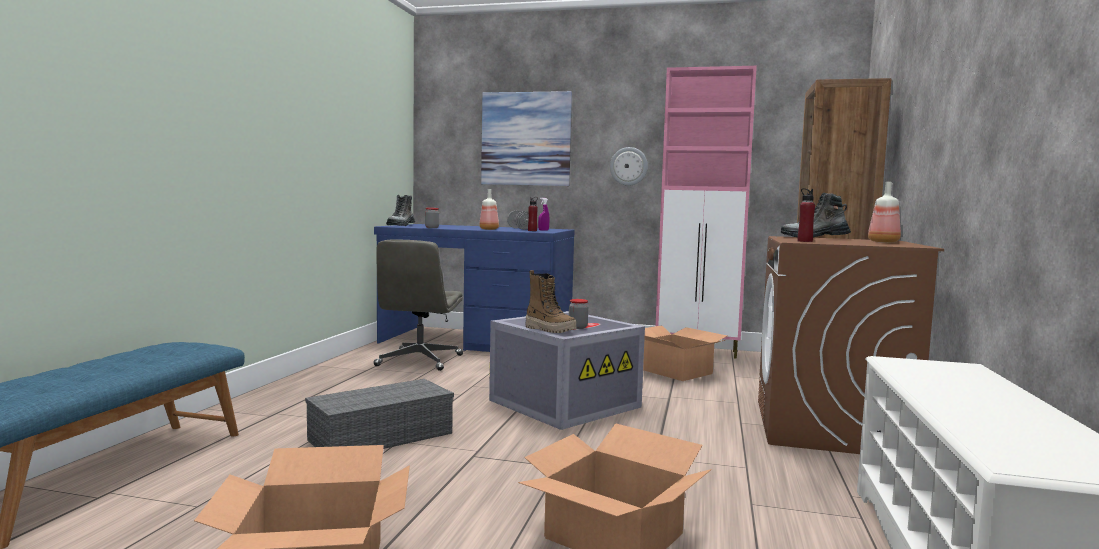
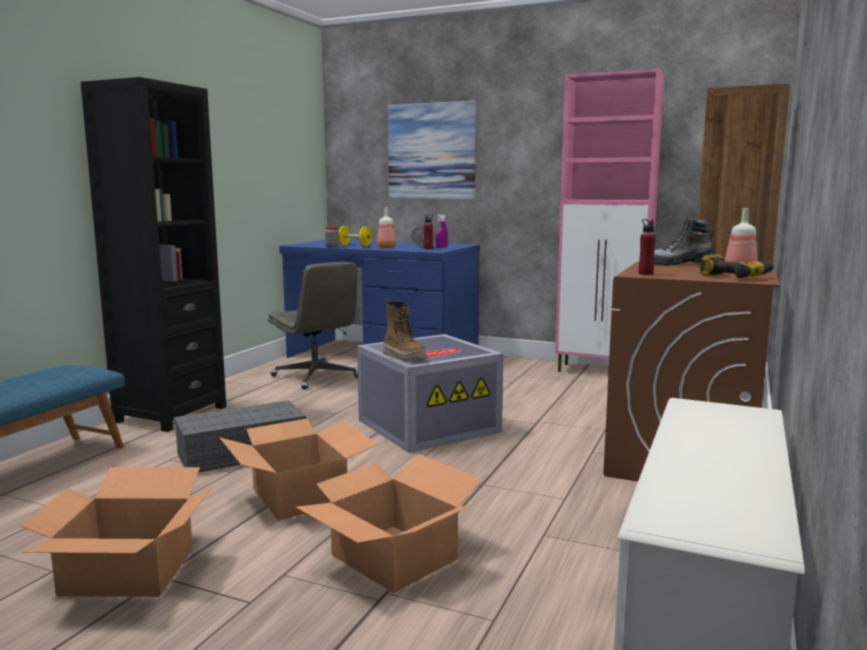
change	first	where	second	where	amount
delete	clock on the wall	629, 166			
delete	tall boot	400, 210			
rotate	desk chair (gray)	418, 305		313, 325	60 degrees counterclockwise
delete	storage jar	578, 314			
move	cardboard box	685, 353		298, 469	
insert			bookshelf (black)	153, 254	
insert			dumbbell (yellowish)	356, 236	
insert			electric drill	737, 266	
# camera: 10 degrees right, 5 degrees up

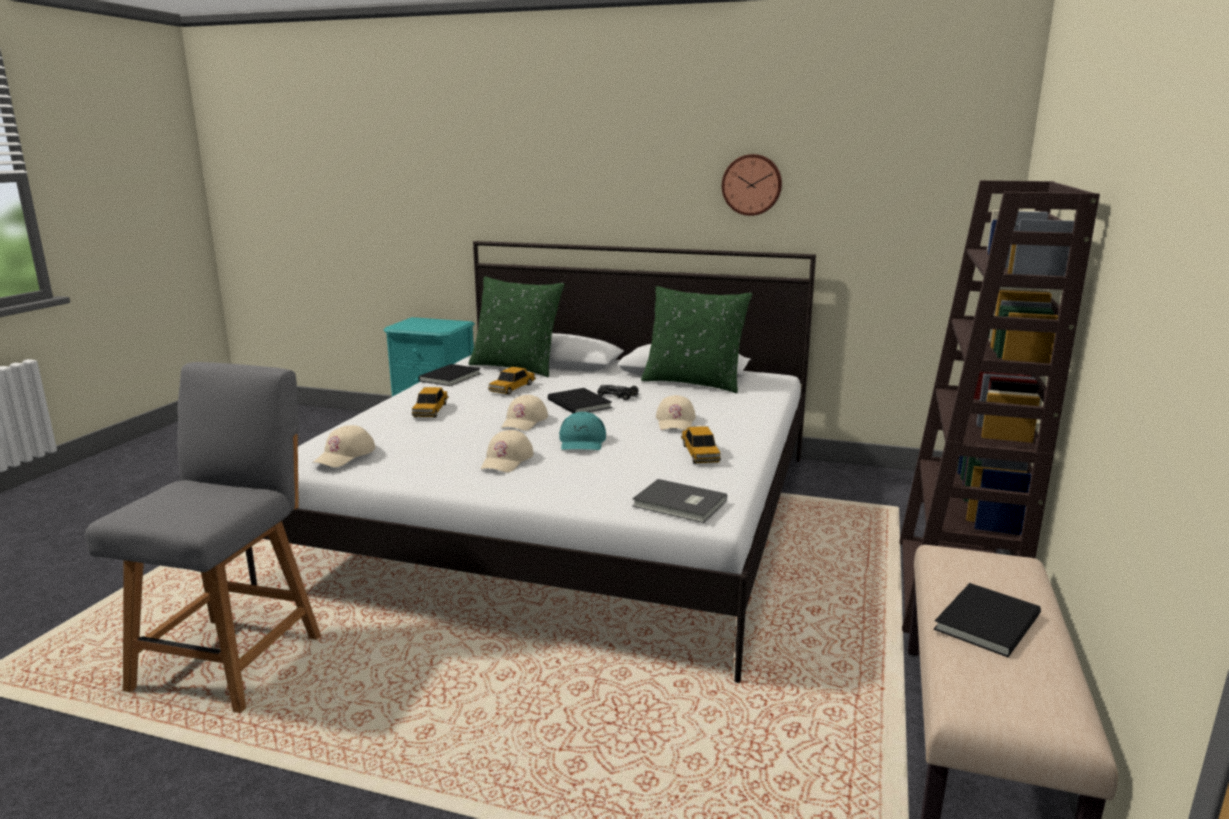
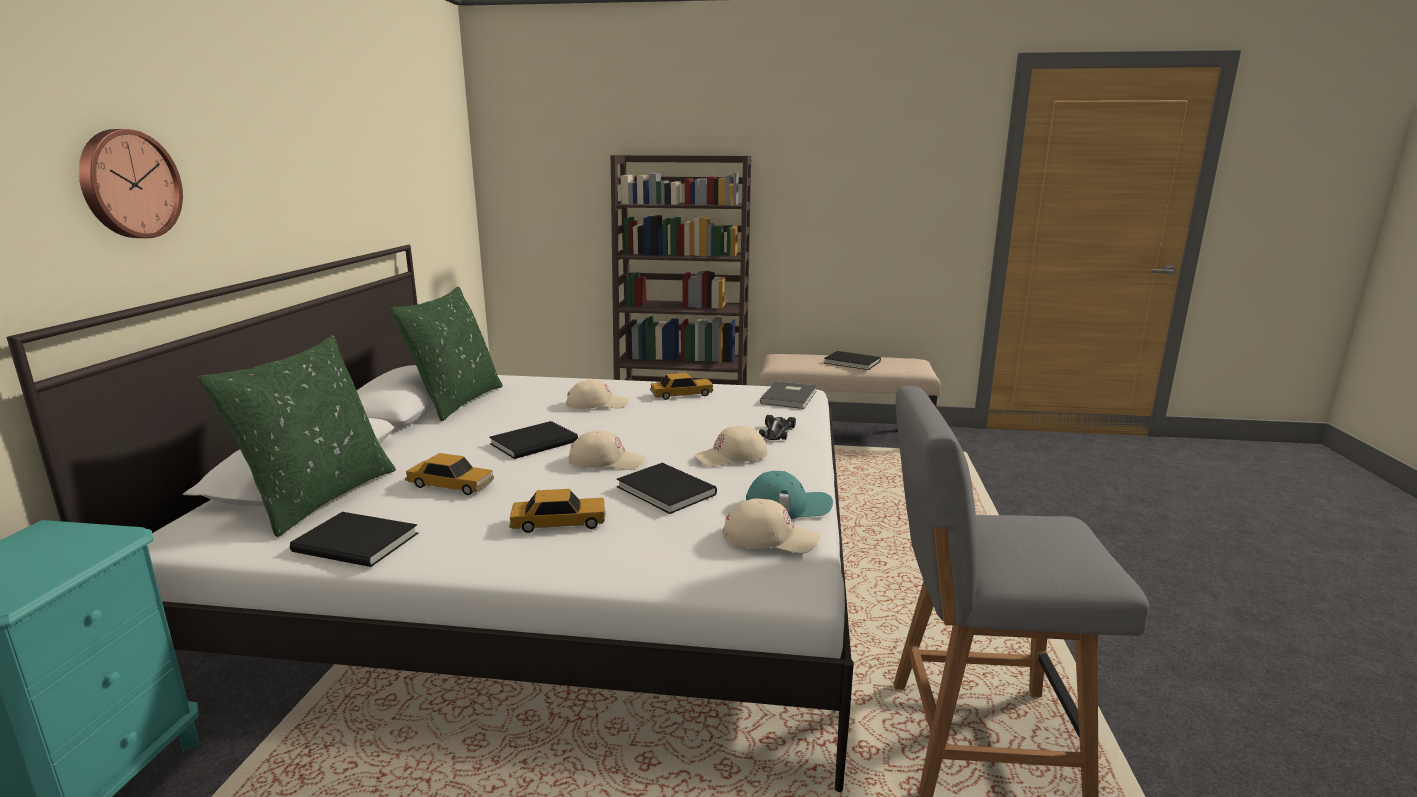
change	first	where	second	where	amount
move	clock on the wall	752, 185		131, 183	
move	miniature car	618, 392		777, 427	
move	cap (turquoise-coloured)	582, 431		789, 495	
rotate	cap (sand-coloured)	507, 451		731, 446	150 degrees clockwise
insert			bound book (black)	667, 488	
# camera: 100 degrees left, 0 degrees up

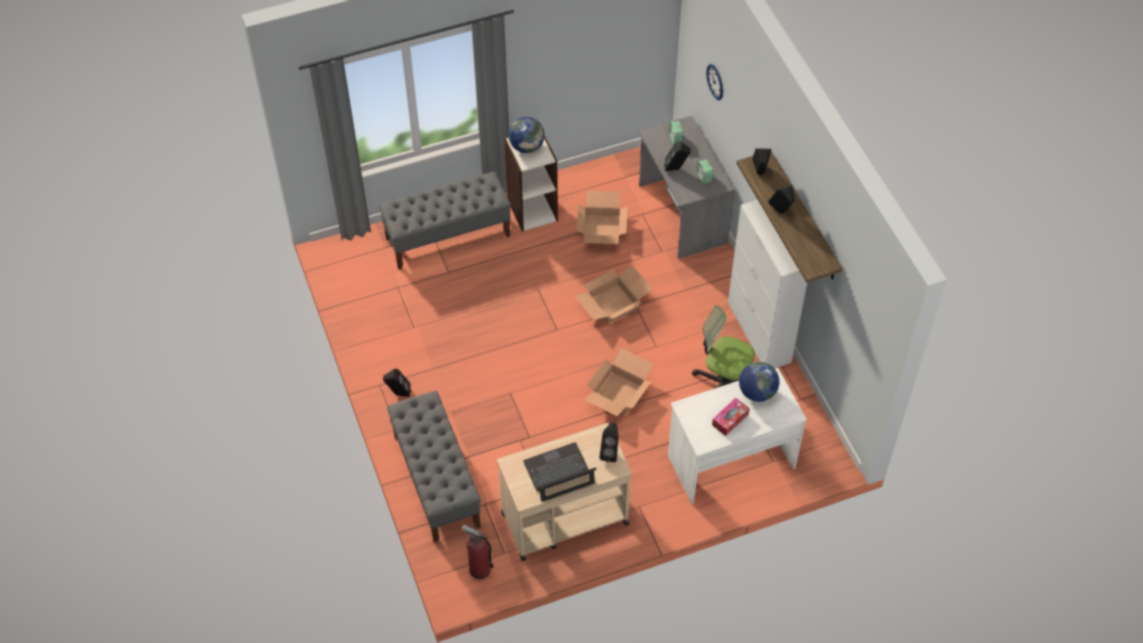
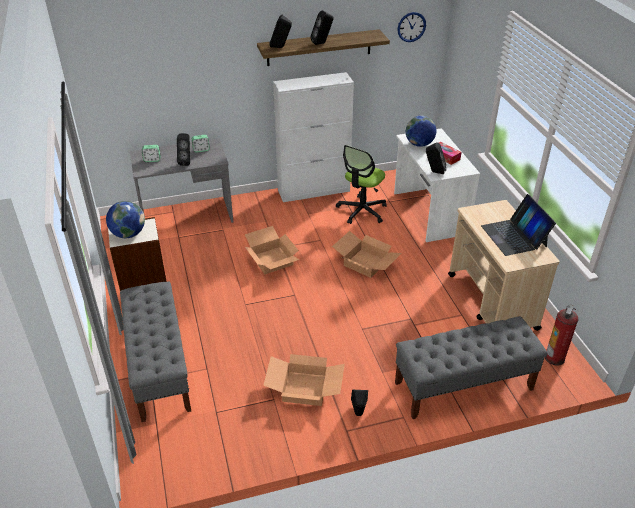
change	first	where	second	where	amount
move	clock on the wall	715, 82		411, 27	
move	cardboard box	602, 217		304, 380	
move	loudspeaker (black)	609, 442		436, 158	
# camera: 85 degrees left, 15 degrees down

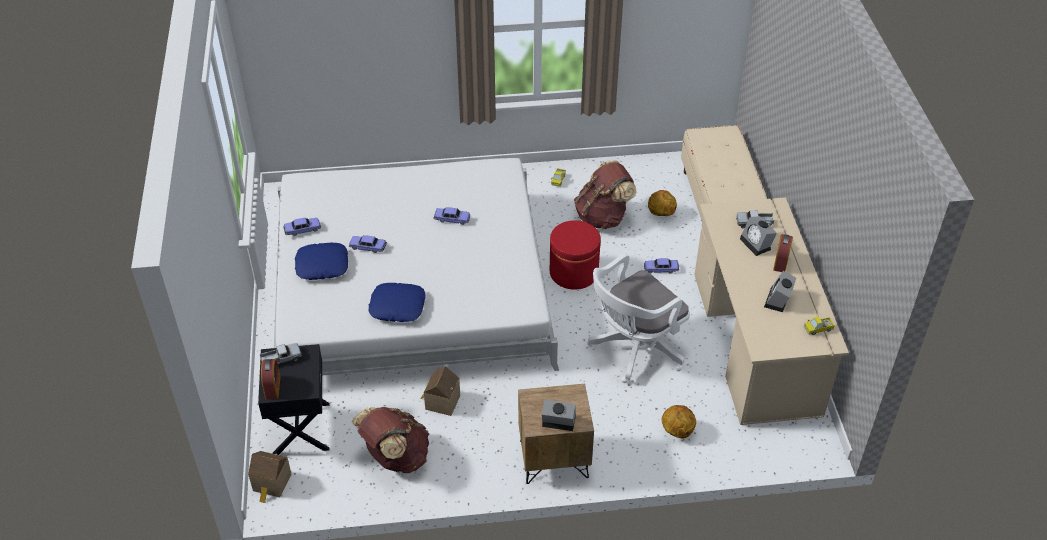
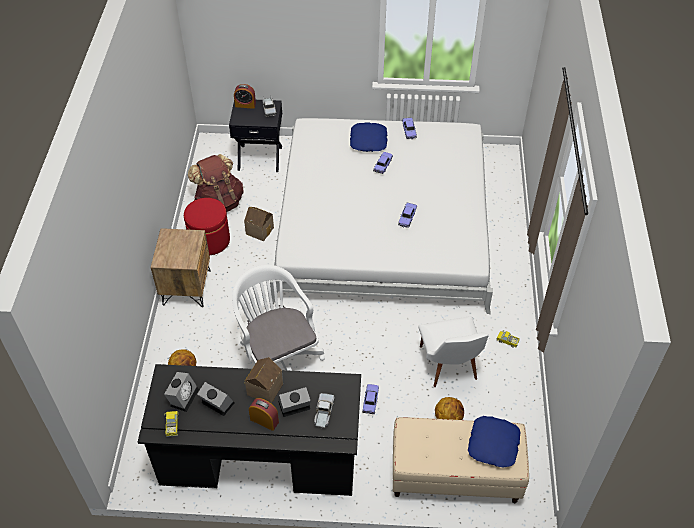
change	first	where	second	where	amount
replace	rucksack (brownish)	605, 194	upright chair (whitish)	453, 351	
recolor	desk table (sand-coloured)	772, 311	desk table (black)	249, 430	
move	ottoman (red)	575, 255		207, 226	
move	cushion (bluish)	397, 302		494, 441	
move	table clock	559, 415		181, 392	
move	miniature house	269, 477		263, 380	
# camera: 100 degrees right, 5 degrees up

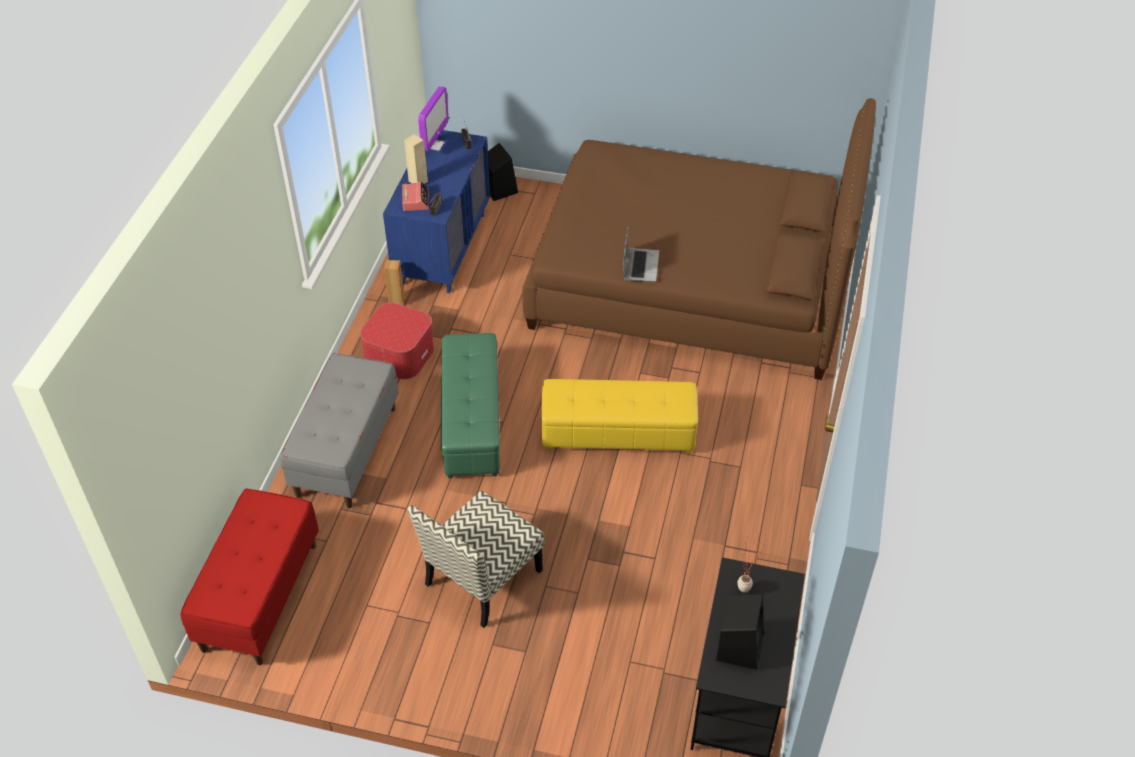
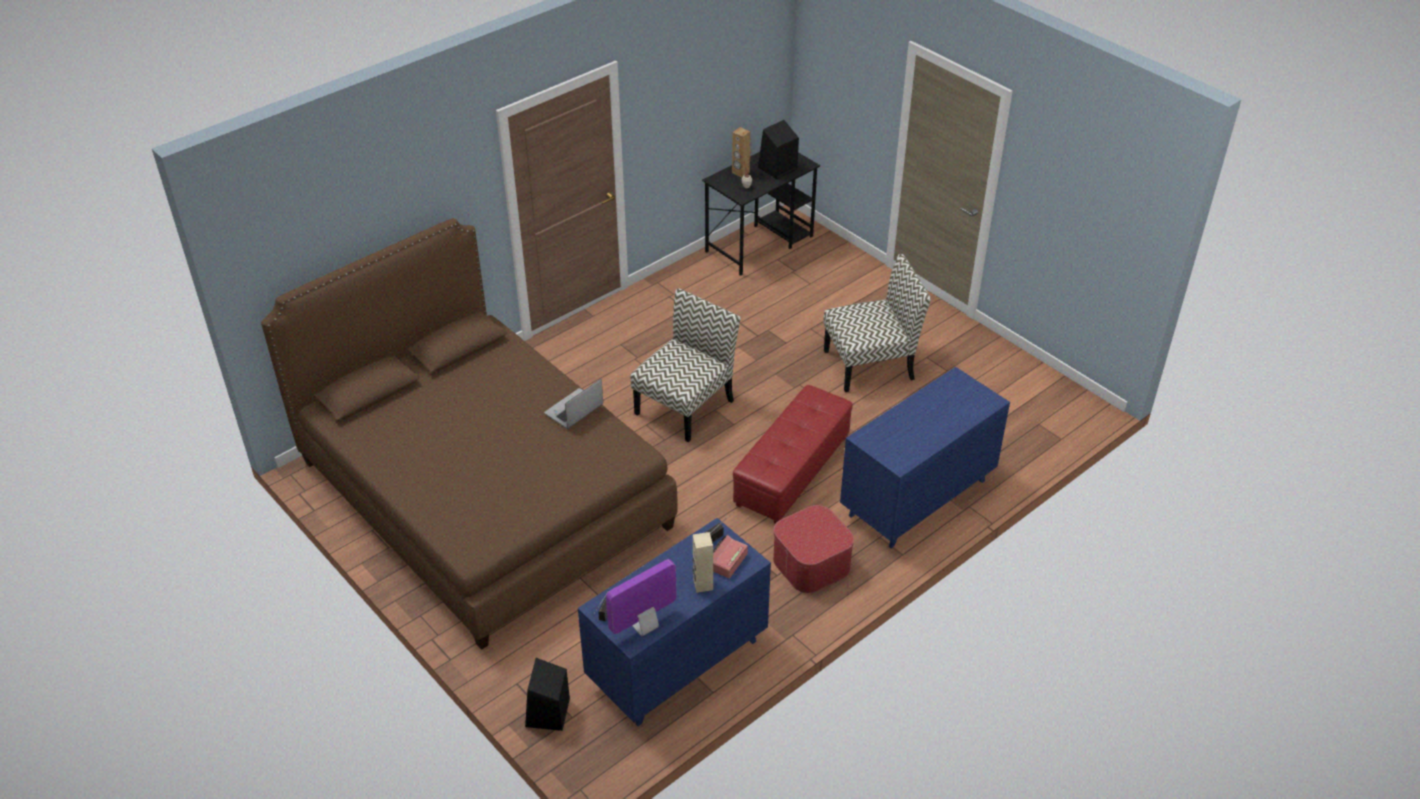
change	first	where	second	where	amount
move	loudspeaker (brownish)	394, 282		741, 152	
recolor	ottoman (green)	470, 405	ottoman (red)	793, 454	
replace	long seat (gray)	339, 430	drawer chest (bluish)	925, 457	
replace	ottoman (yellowish)	619, 416	upright chair	685, 365	
delete	long seat (red)	249, 577			
# camera: 145 degrees left, 5 degrees down

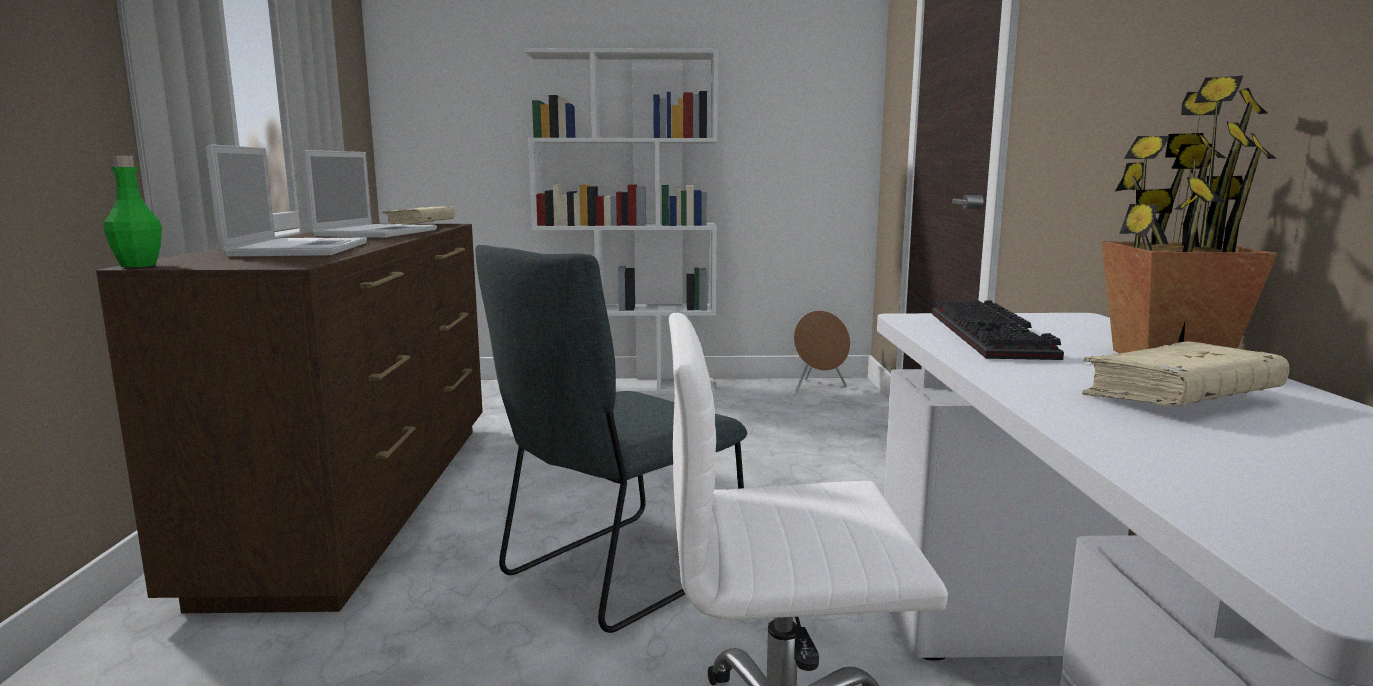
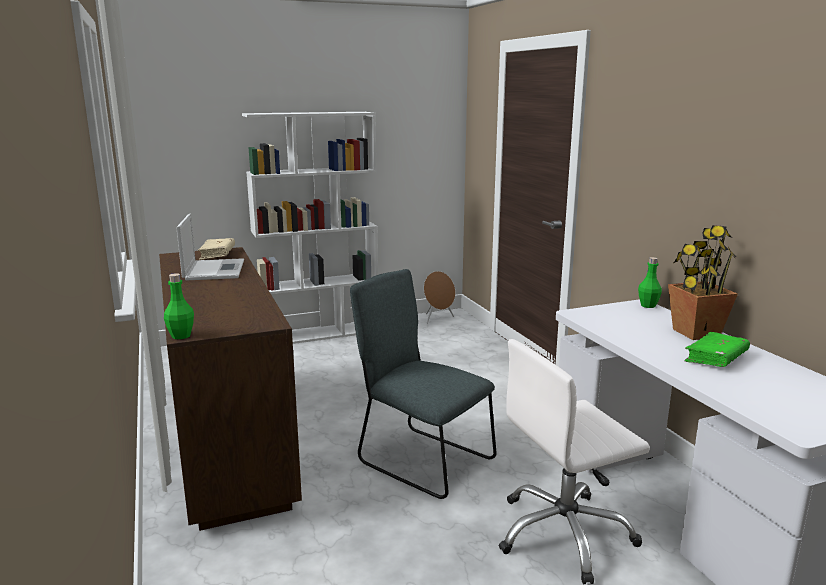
change	first	where	second	where	amount
delete	laptop	286, 200			
rotate	upright chair (gray)	611, 439		423, 384	105 degrees clockwise
delete	computer keyboard	998, 330			
recolor	bound book (sand-coloured)	1186, 373	bound book (green)	717, 349	
insert			beverage bottle (green)	650, 282	
# camera: 20 degrees left, 5 degrees up

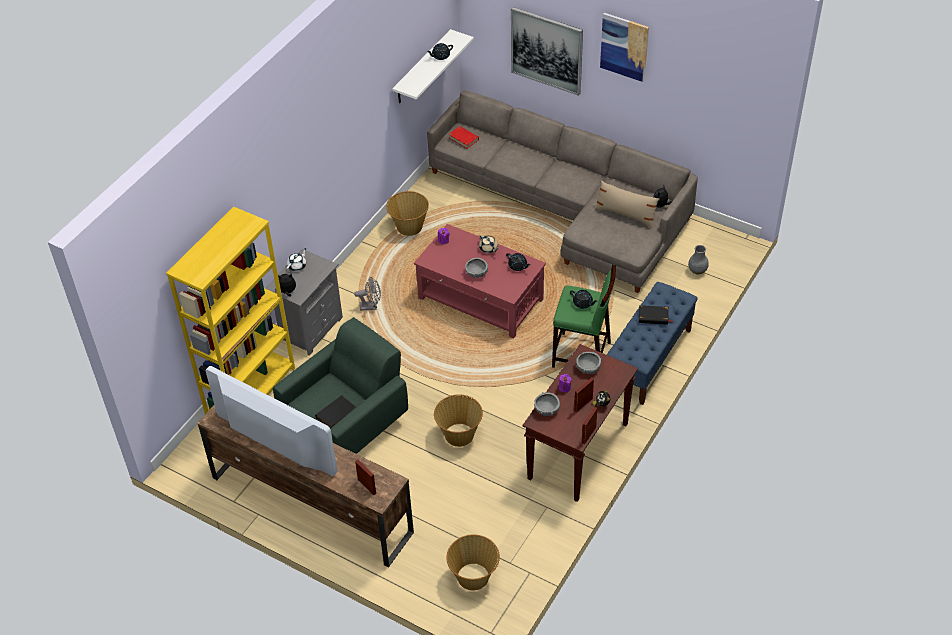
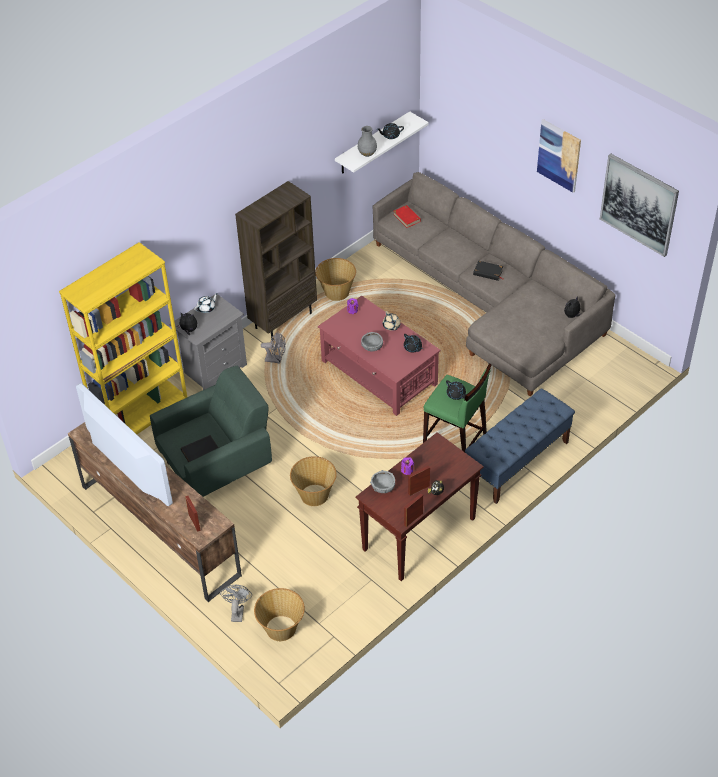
change	first	where	second	where	amount
move	wall art	547, 51		639, 205	
delete	cushion (sand-coloured)	626, 204			
move	decorative vase (gray)	698, 260		367, 141	
move	bound book (black)	656, 315		488, 271	
delete	deep dish (gray)	589, 363			
insert			bookshelf (brownish)	276, 260	
insert			electric fan (gray)	236, 603	
# camera: 15 degrees right, 0 degrees up

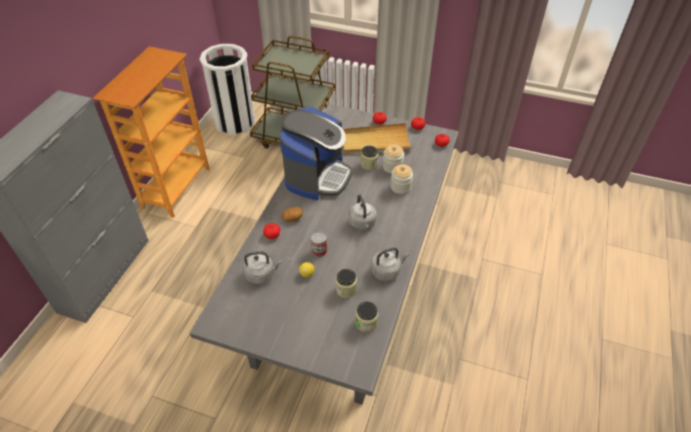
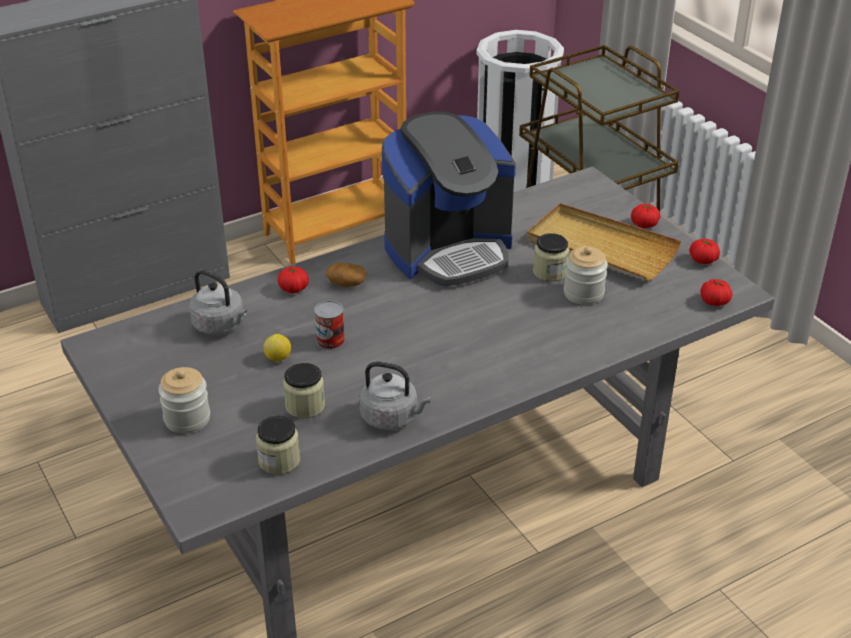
change	first	where	second	where	amount
move	storage jar	402, 179		184, 400	
delete	water kettle (gray)	363, 212			
# camera: 40 degrees right, 10 degrees down

